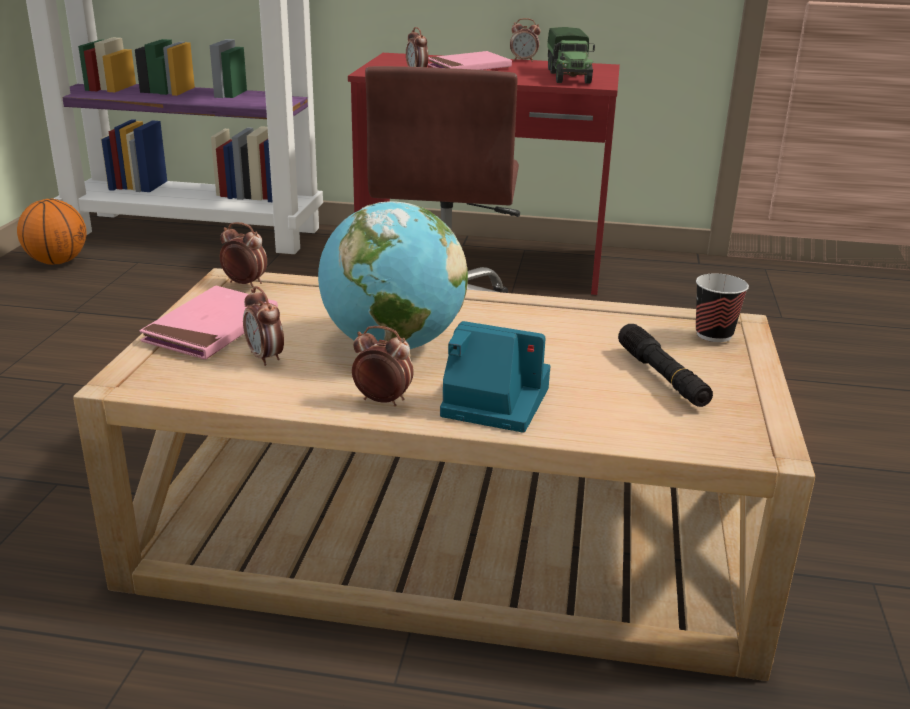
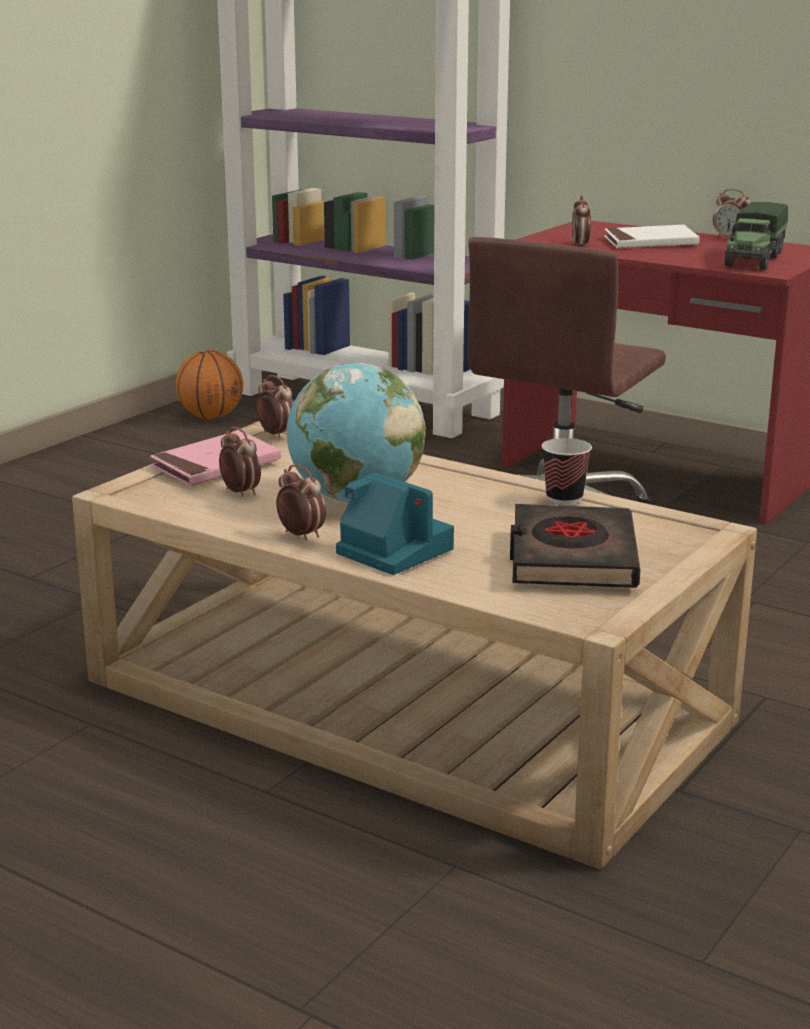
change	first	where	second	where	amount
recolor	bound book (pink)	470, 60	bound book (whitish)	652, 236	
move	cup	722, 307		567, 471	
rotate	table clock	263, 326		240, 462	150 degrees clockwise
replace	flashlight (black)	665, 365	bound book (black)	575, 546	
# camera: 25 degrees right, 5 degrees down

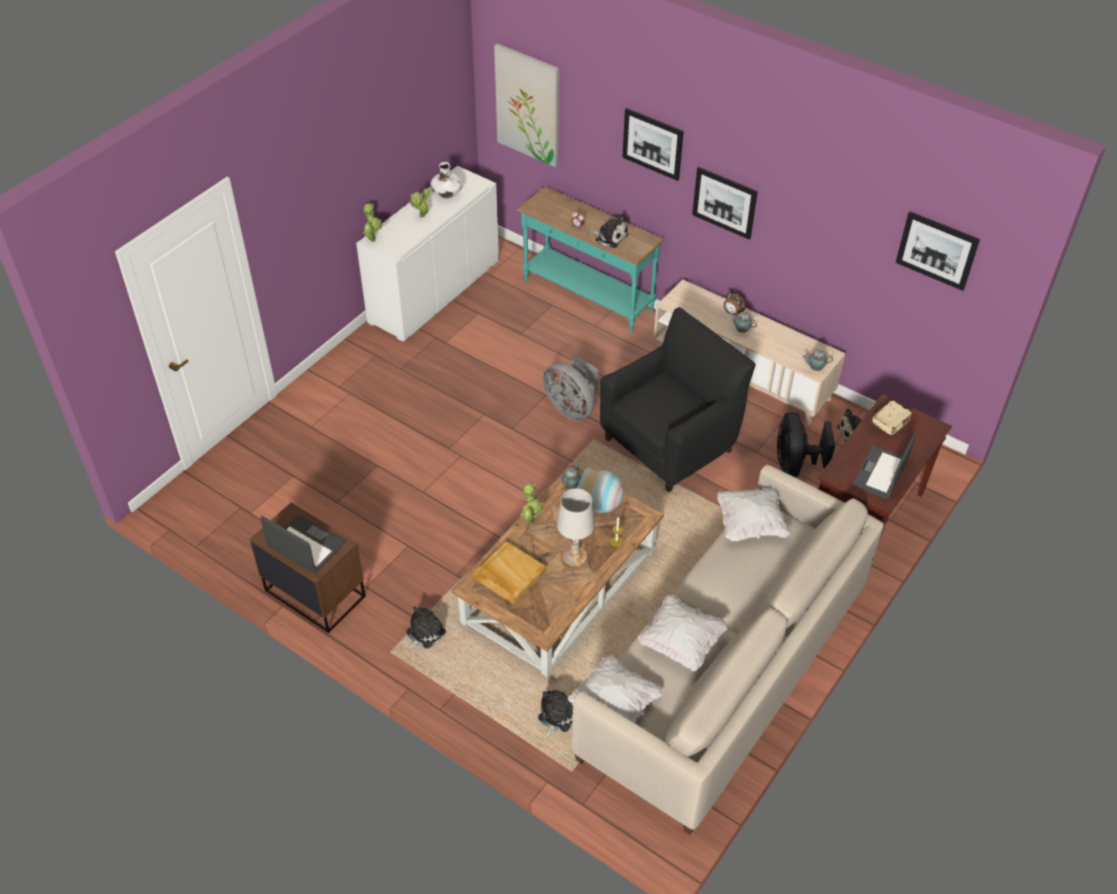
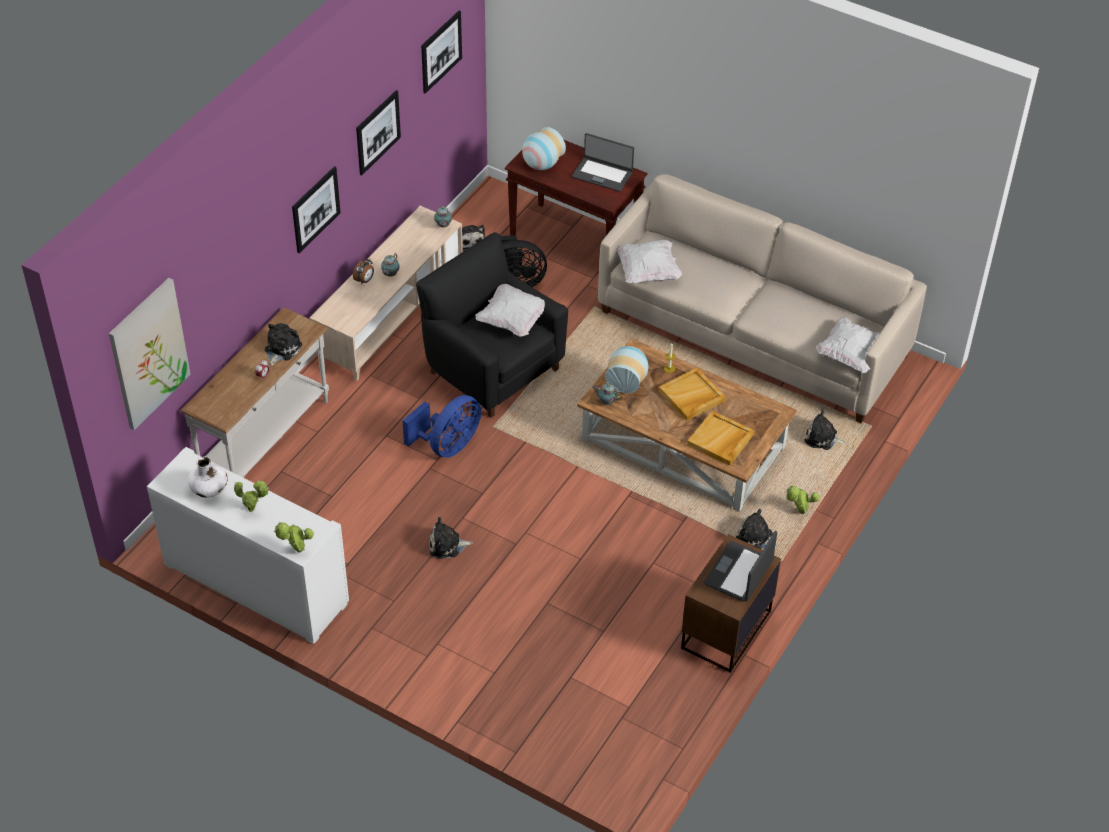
change	first	where	second	where	amount
move	wall art	653, 144		378, 132	
recolor	console table (turquoise-coloured)	590, 259	console table (whitish)	255, 392	
recolor	electric fan (gray)	571, 388	electric fan (bluish)	441, 426	
replace	bound book (sand-coloured)	892, 418	decorative vase	544, 148	
move	houseplant	532, 503		803, 499	
replace	tabletop lamp (whitish)	576, 527	carrying tray (sand-coloured)	692, 394	
move	cushion (whitish)	683, 633		510, 310	
insert			cuddly toy	451, 538	
# camera: 95 degrees left, 0 degrees up

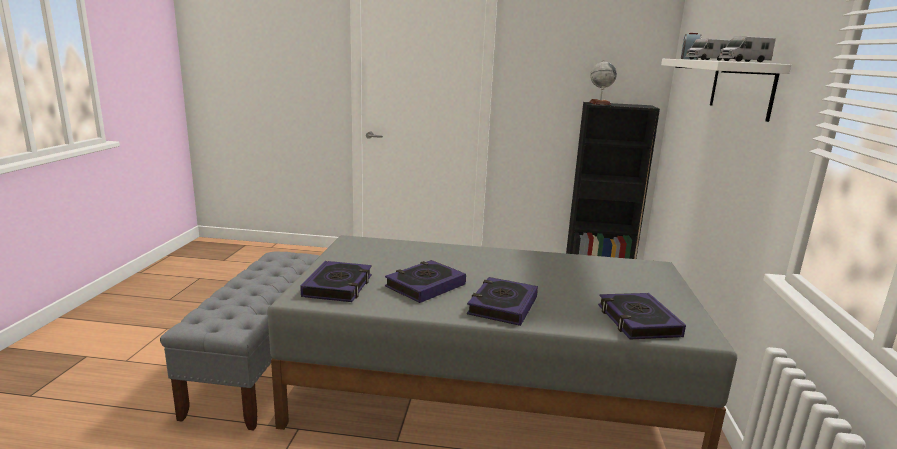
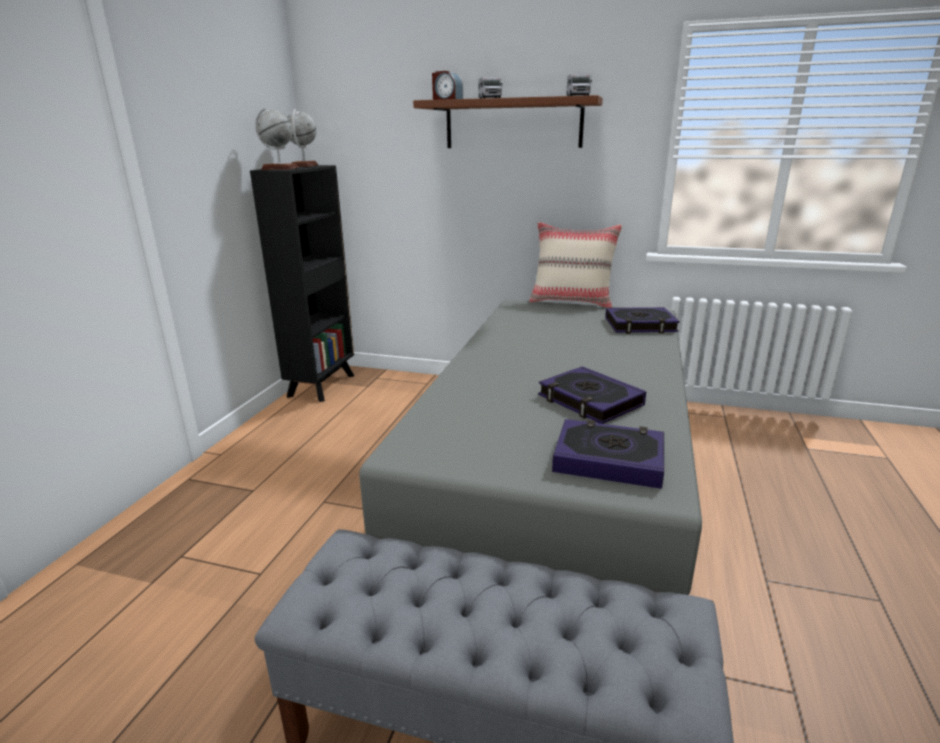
change	first	where	second	where	amount
recolor	bracket shelf (whitish)	726, 90	bracket shelf (brownish)	508, 121	
delete	bound book	502, 301			
insert			desk globe	302, 138	
insert			cushion (sand-coloured)	576, 265	
# camera: 80 degrees left, 5 degrees up

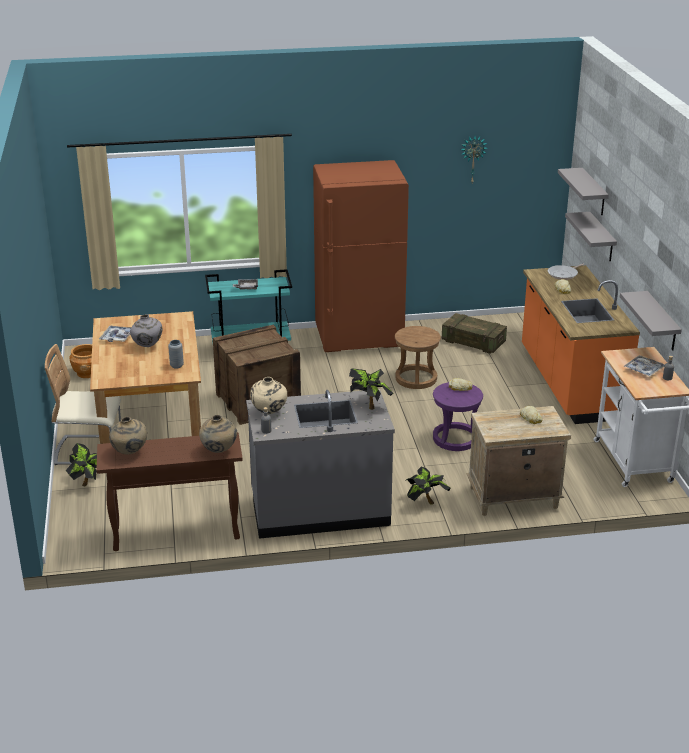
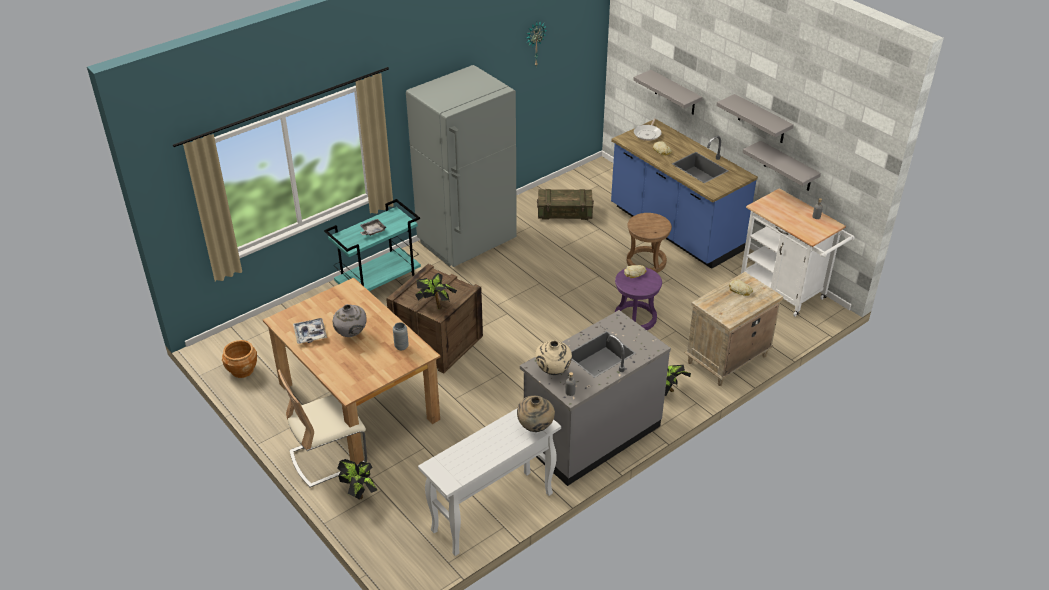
change	first	where	second	where	amount
recolor	fridge (brownish)	361, 256	fridge (gray)	461, 166	
move	bracket shelf (gray)	583, 191		755, 118	
recolor	counter (orange-coloured)	581, 344	counter (bluish)	684, 194	
move	stool seat (brownish)	418, 357		649, 243	
delete	carrying tray	644, 365			
move	houseplant	371, 389		436, 291	
delete	decorative vase (sand-coloured)	128, 436			
recolor	console table (brownish)	170, 491	console table (whitish)	489, 482	
# camera: 30 degrees left, 10 degrees up

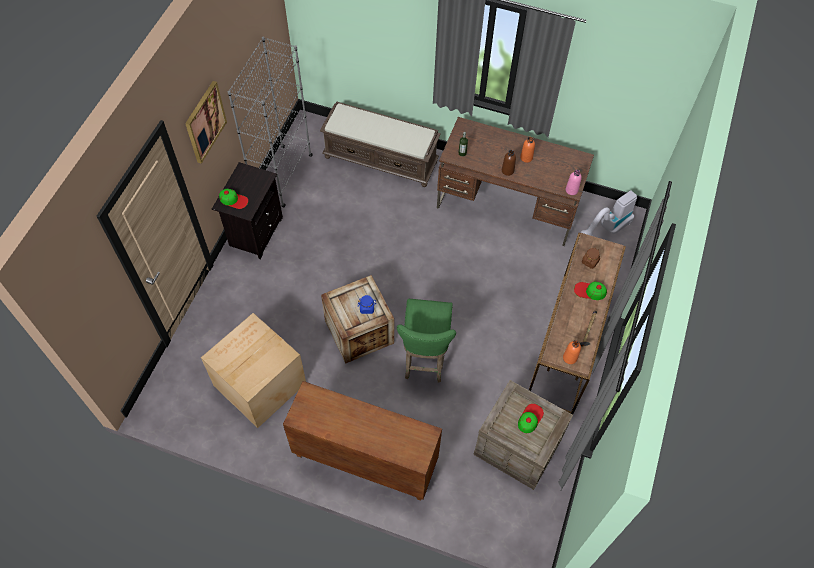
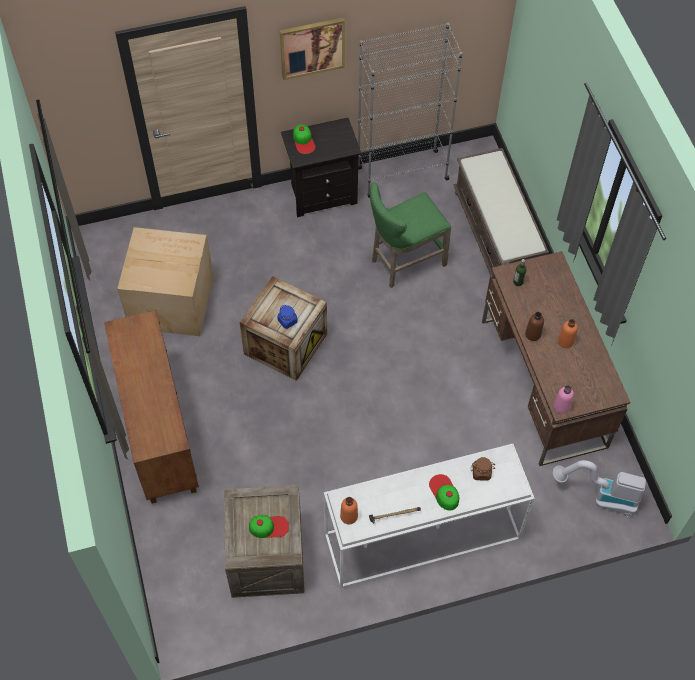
change	first	where	second	where	amount
recolor	console table (brownish)	577, 324	console table (whitish)	429, 516	
move	stool seat (green)	426, 340		410, 235	
# camera: 55 degrees right, 0 degrees up

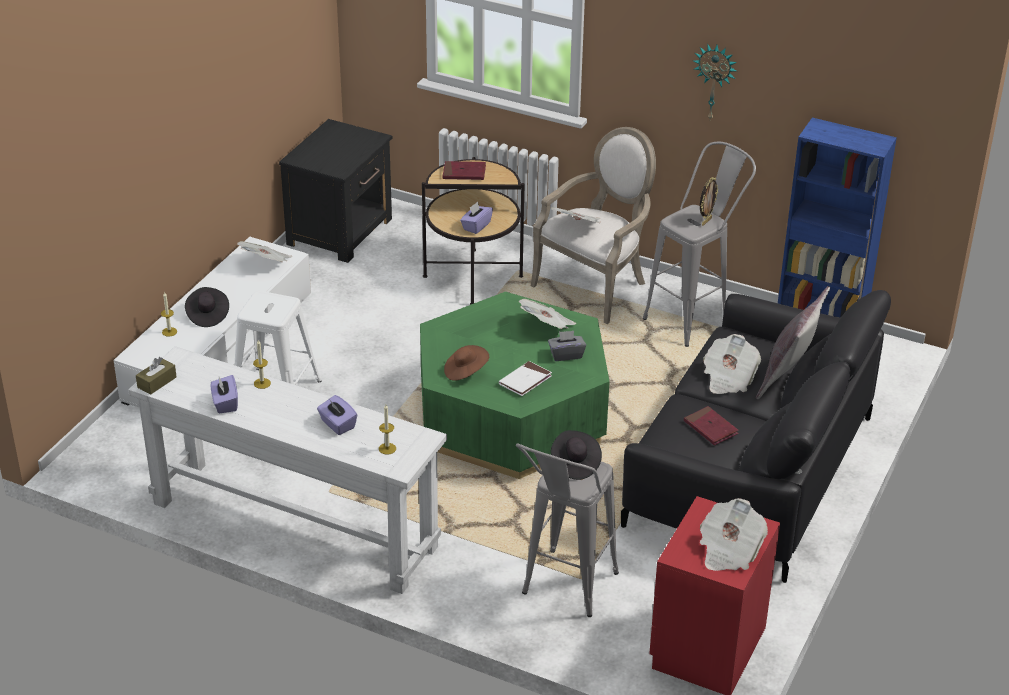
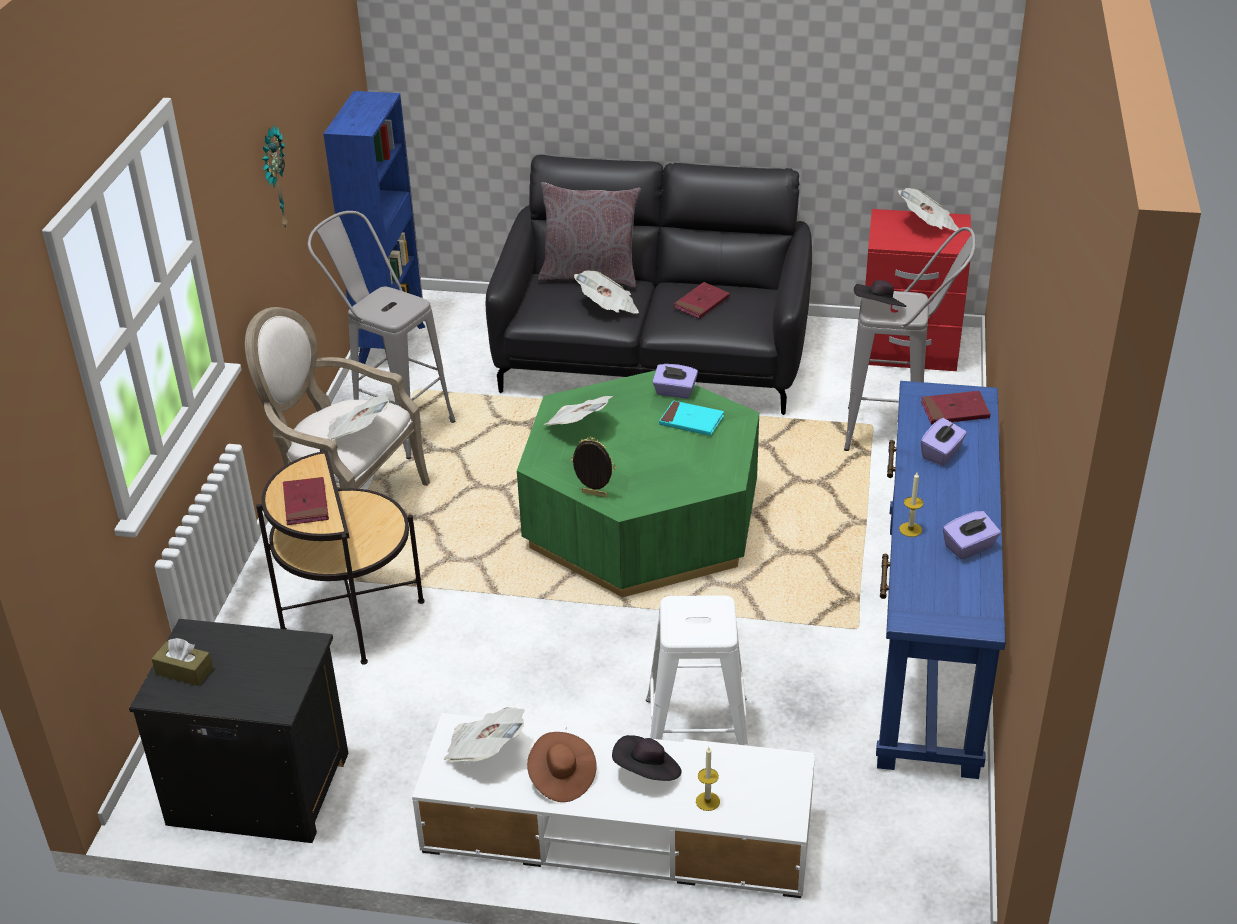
change	first	where	second	where	amount
move	picture frame	709, 201		593, 467	
move	tissue box (purplish)	476, 218		675, 381	
delete	tissue box (gray)	567, 346			
move	hat (brownish)	466, 363		562, 767	
recolor	console table (whitish)	287, 470	console table (bluish)	941, 580	
move	tissue box (brownish)	156, 376		182, 662	
recolor	bound book (whitish)	525, 378	bound book (turquoise-coloured)	691, 418	
replace	candle	387, 429	bound book (red)	955, 408	
# camera: 105 degrees left, 0 degrees up

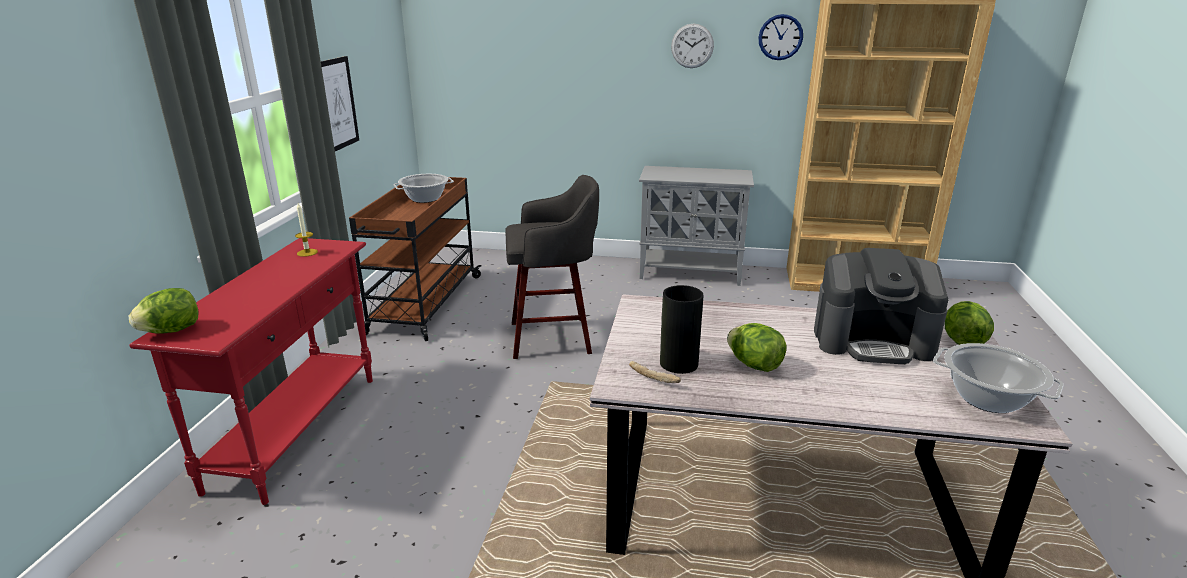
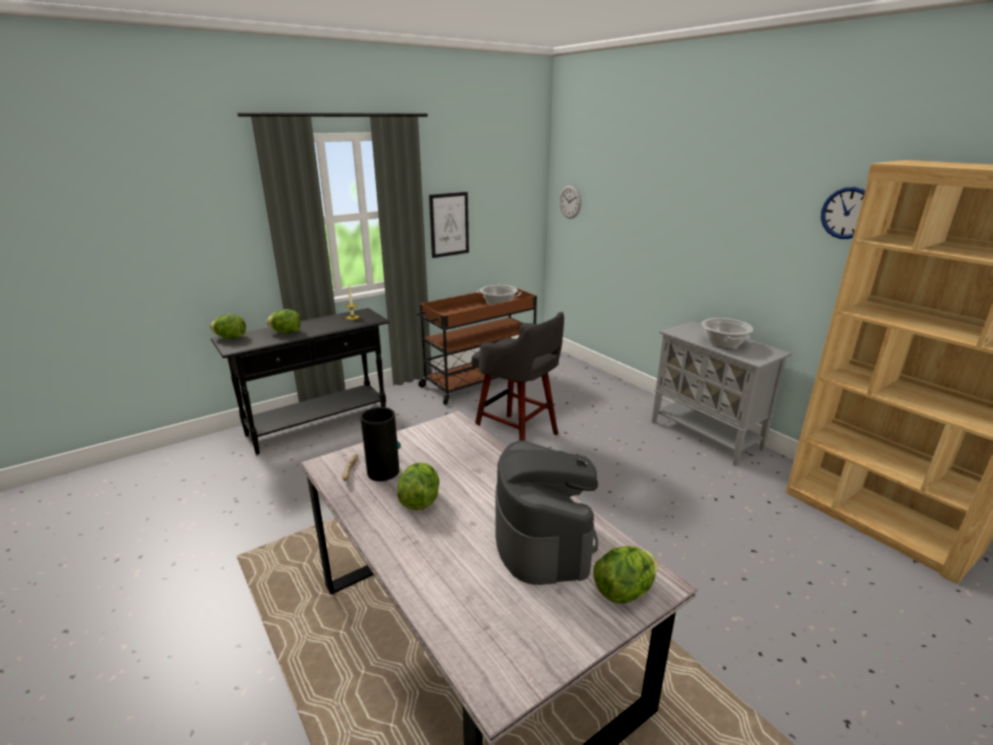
change	first	where	second	where	amount
move	clock on the wall	692, 46		570, 202	
recolor	console table (red)	251, 371	console table (black)	300, 381	
rotate	coffee maker	881, 306		547, 512	150 degrees counterclockwise
move	saucepot	998, 378		727, 333	
insert			head of lettuce	283, 321	
# camera: 45 degrees right, 0 degrees up

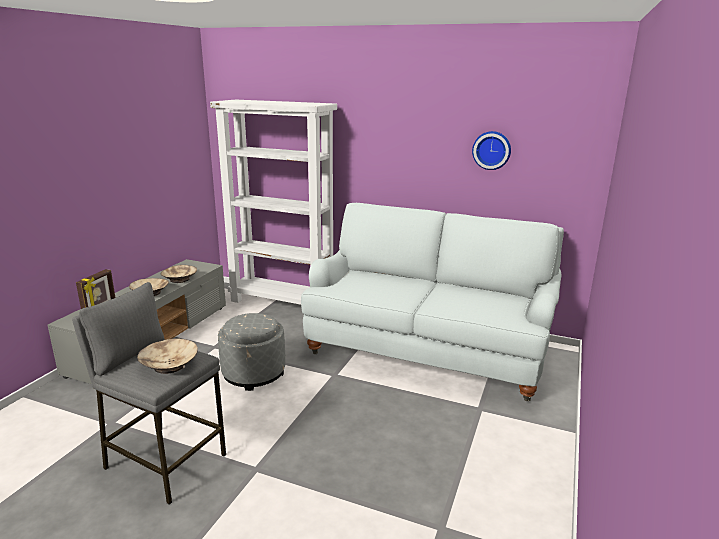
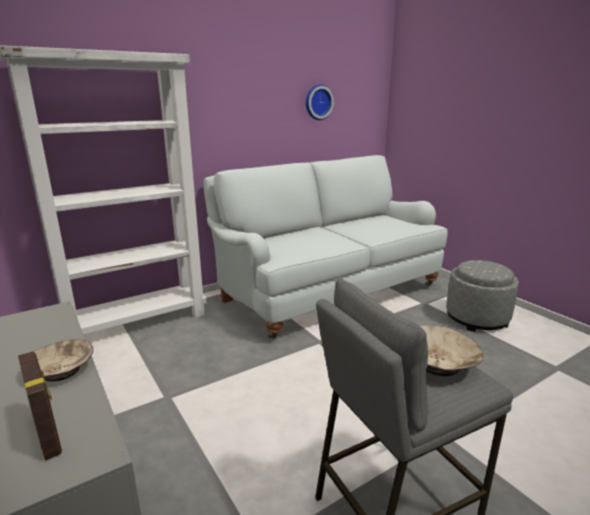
change	first	where	second	where	amount
delete	deep dish (sand-coloured)	178, 274			
move	ottoman (gray)	251, 352		482, 296	
# camera: 55 degrees left, 0 degrees up

